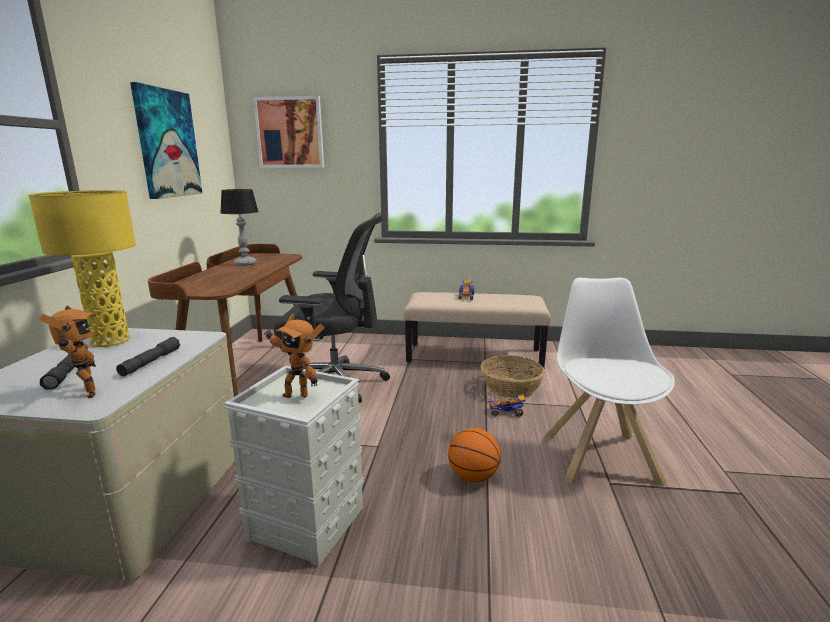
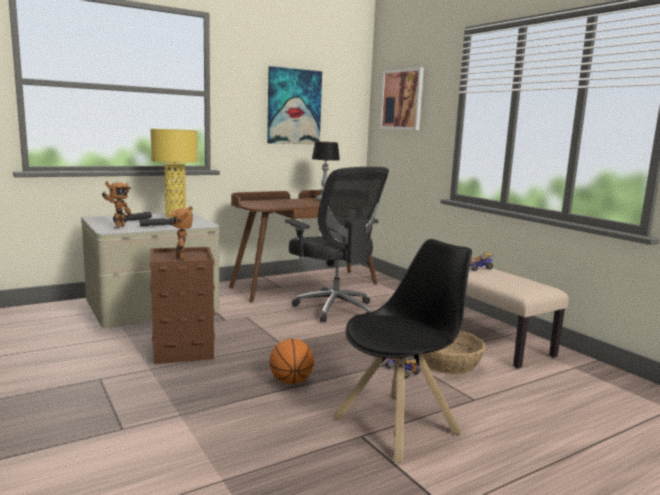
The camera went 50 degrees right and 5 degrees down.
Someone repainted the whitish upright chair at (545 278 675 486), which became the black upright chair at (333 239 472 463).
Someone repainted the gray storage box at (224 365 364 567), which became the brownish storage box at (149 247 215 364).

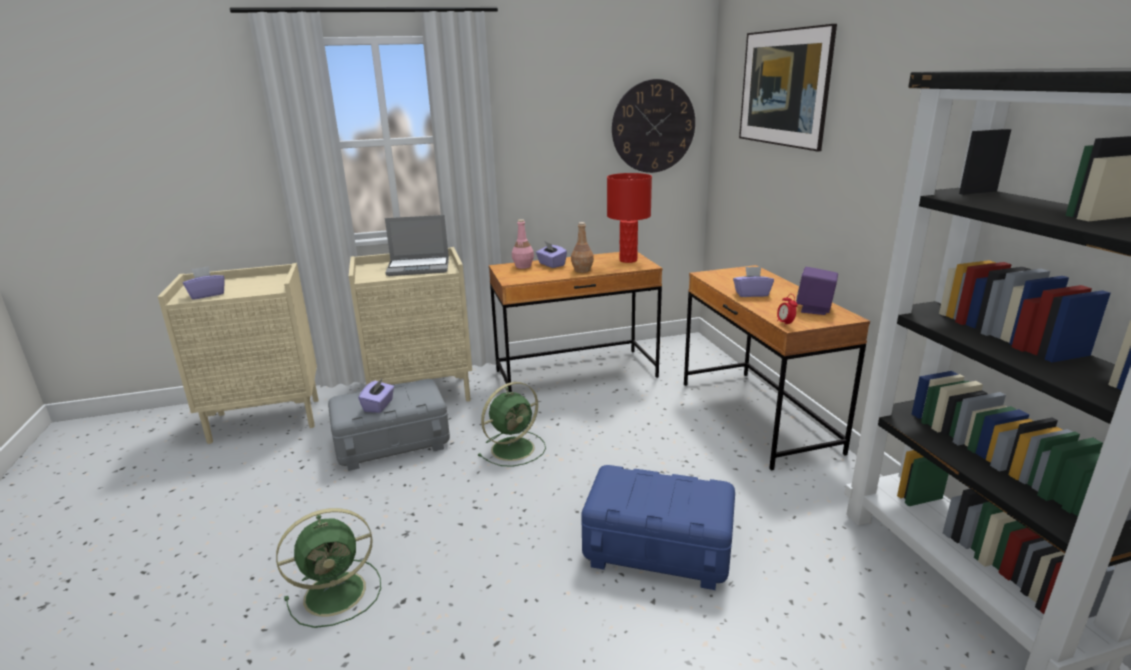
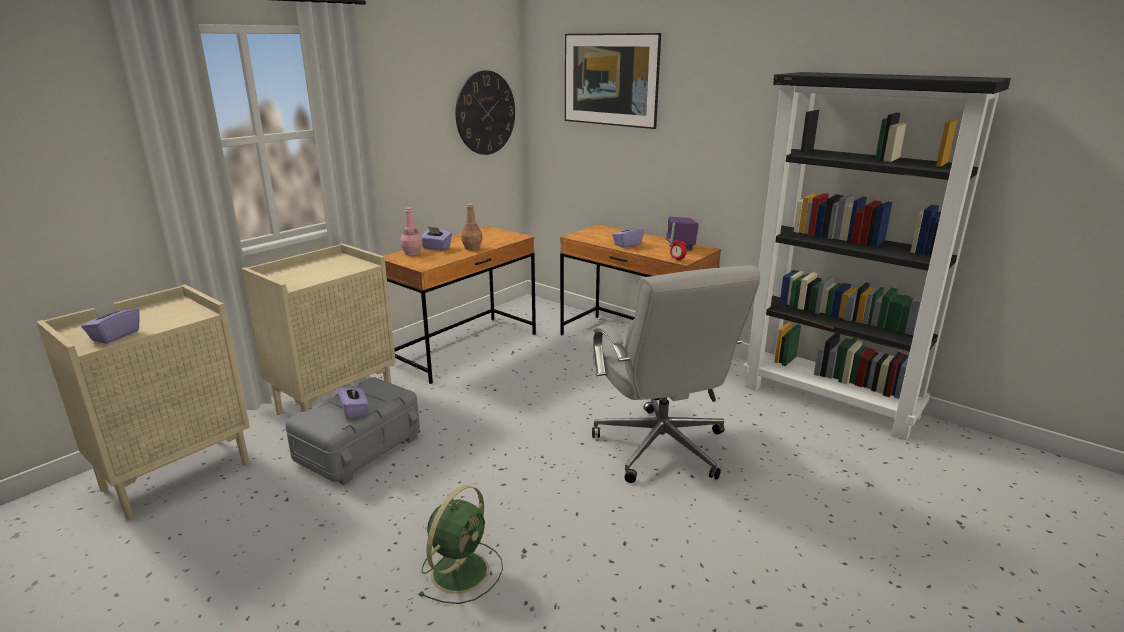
The camera went 35 degrees left and 0 degrees up.
Someone took away the reddish table lamp at (607 173 652 263).
Someone took away the notebook computer at (385 215 449 276).
Someone took away the green electric fan at (478 382 546 467).
Someone swapped the bluish storage box at (581 465 735 590) for the gray office chair at (592 265 760 483).

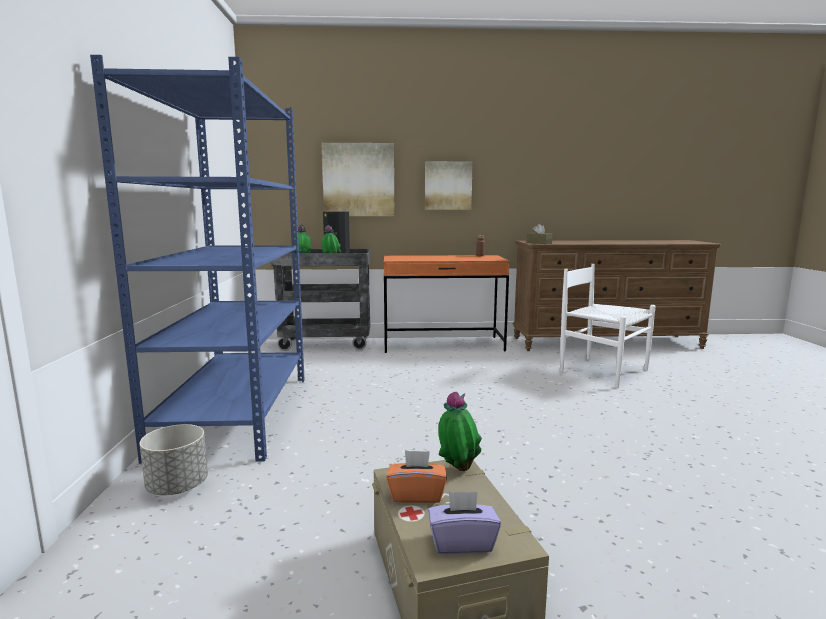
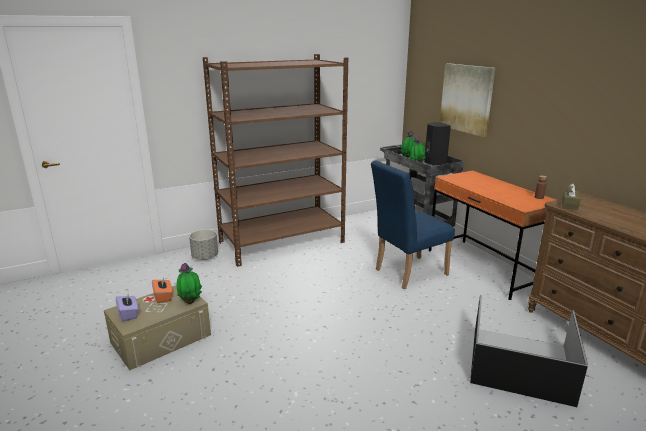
The camera went 65 degrees right and 10 degrees up.
Someone repainted the bluish bookcase at (90 55 305 464), which became the brownish bookcase at (203 54 348 267).
Someone took away the picture at (425 161 473 210).
Someone swapped the whitish upright chair at (560 264 656 388) for the black storage box at (470 295 588 407).
Someone put down the bluish upright chair at (371 160 455 289).

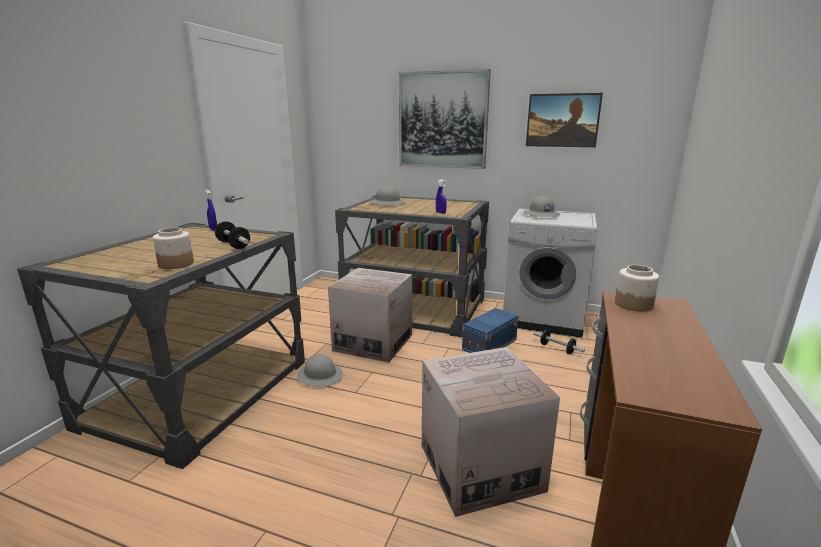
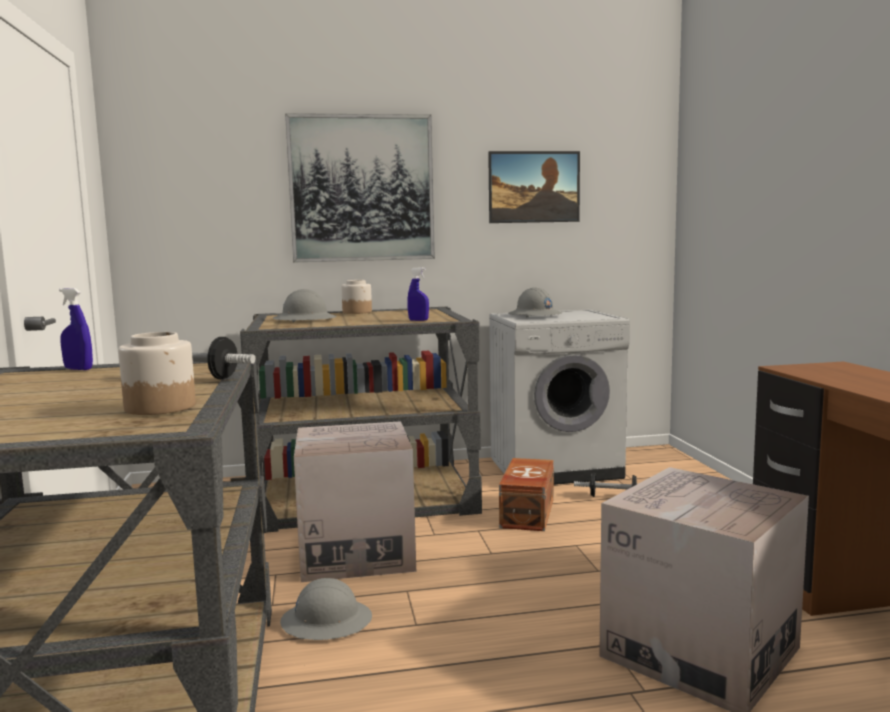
The camera went 30 degrees left and 10 degrees down.
Someone carried the storage jar from (615 265 659 312) to (341 280 372 314).
Someone repainted the bluish storage box at (462 308 519 353), which became the brownish storage box at (499 458 554 531).

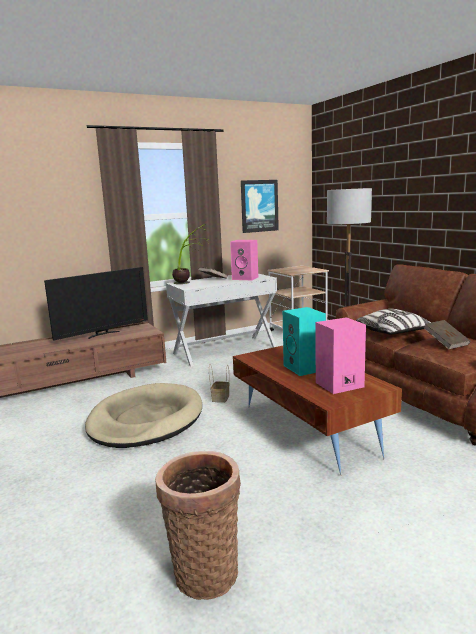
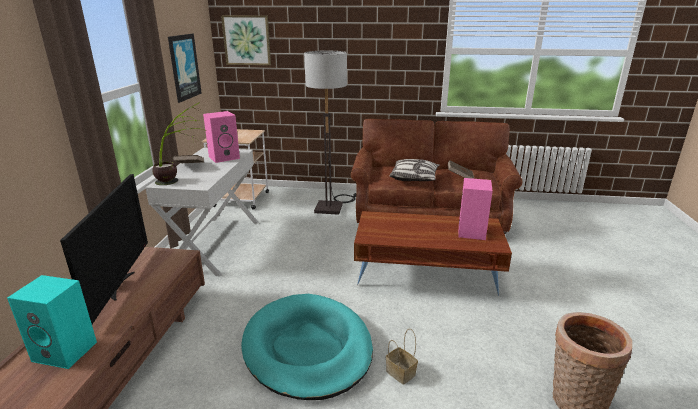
The camera went 55 degrees left and 10 degrees up.
Someone carried the turquoise-coloured loudspeaker from (283 307 326 376) to (7 275 97 369).
Someone carried the household basket from (209 364 229 403) to (386 329 418 385).
Someone repainted the sand-coloured pet bed at (85 383 202 448), which became the turquoise-coloured pet bed at (241 294 373 400).
Someone put up the picture at (221 15 271 65).

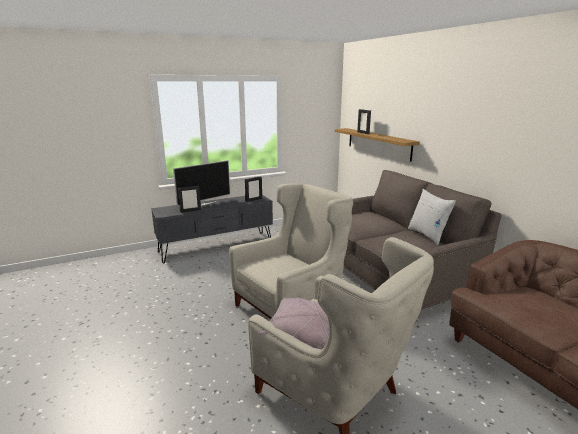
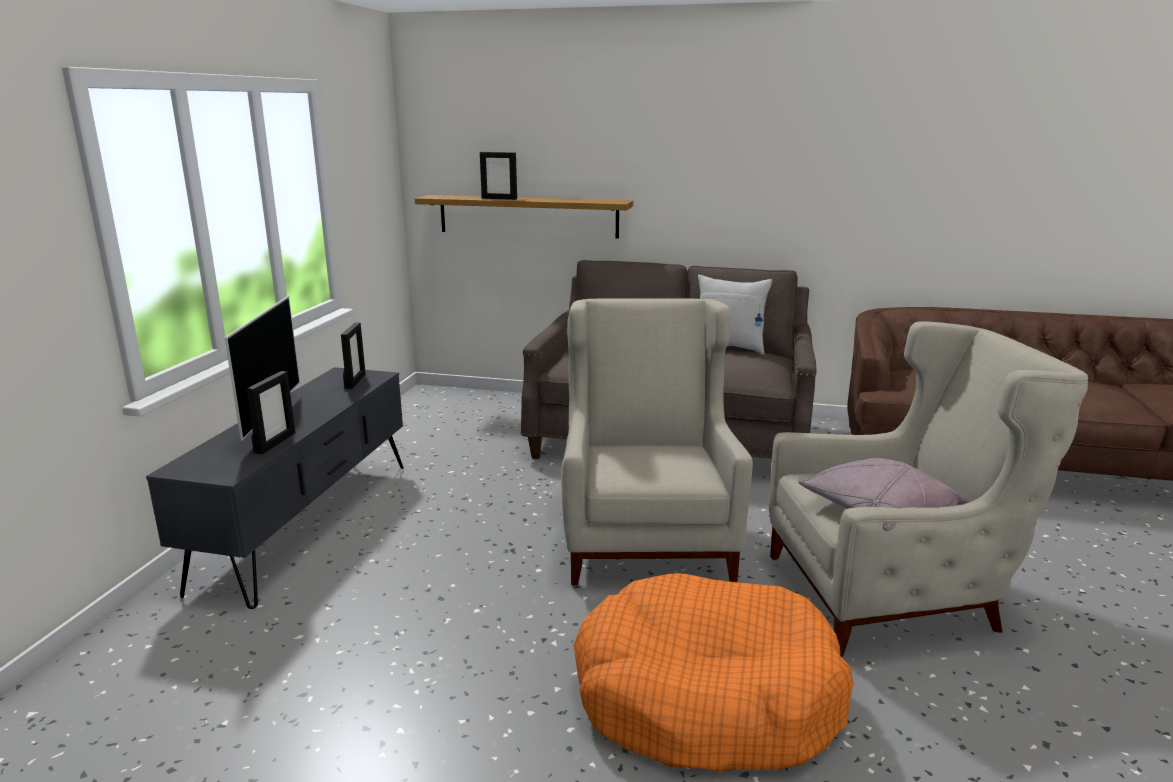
The camera went 50 degrees left and 0 degrees up.
Someone put down the orange-coloured pet bed at (574 573 853 771).

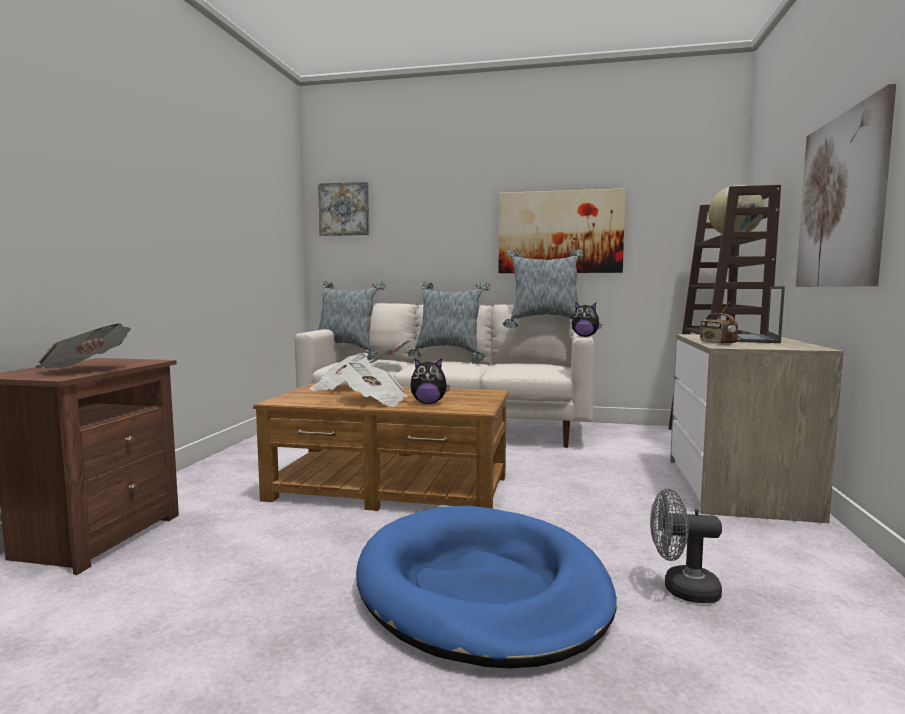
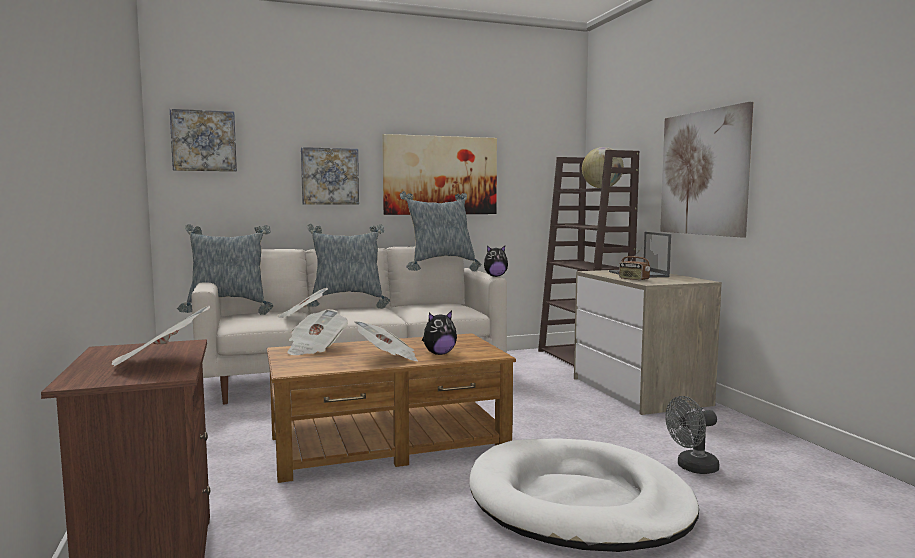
The camera went 30 degrees left and 0 degrees up.
Someone repainted the bluish pet bed at (356 506 616 668), which became the whitish pet bed at (469 438 699 552).
Someone put up the picture at (301 147 359 205).

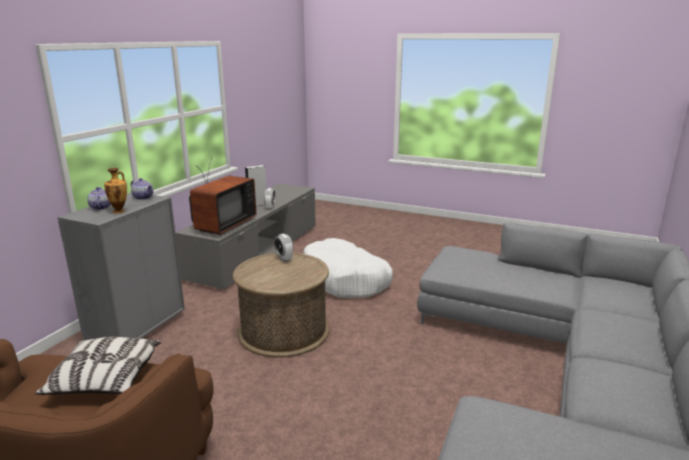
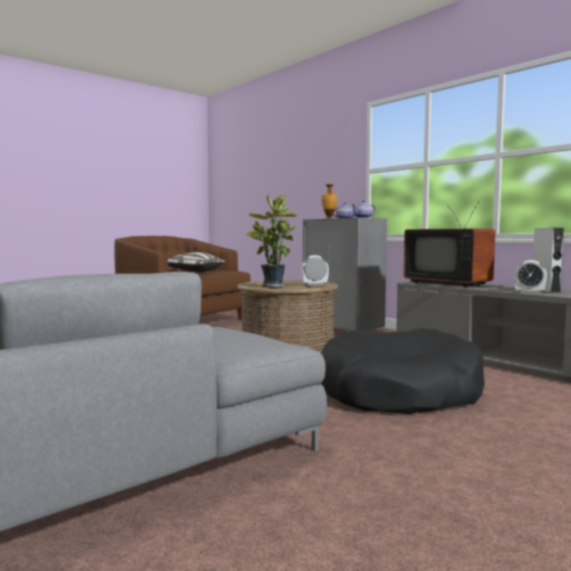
The camera went 115 degrees right and 15 degrees down.
Someone repainted the whitish pet bed at (303 238 393 298), which became the black pet bed at (321 328 485 414).
Someone put down the potted plant at (247 195 298 287).

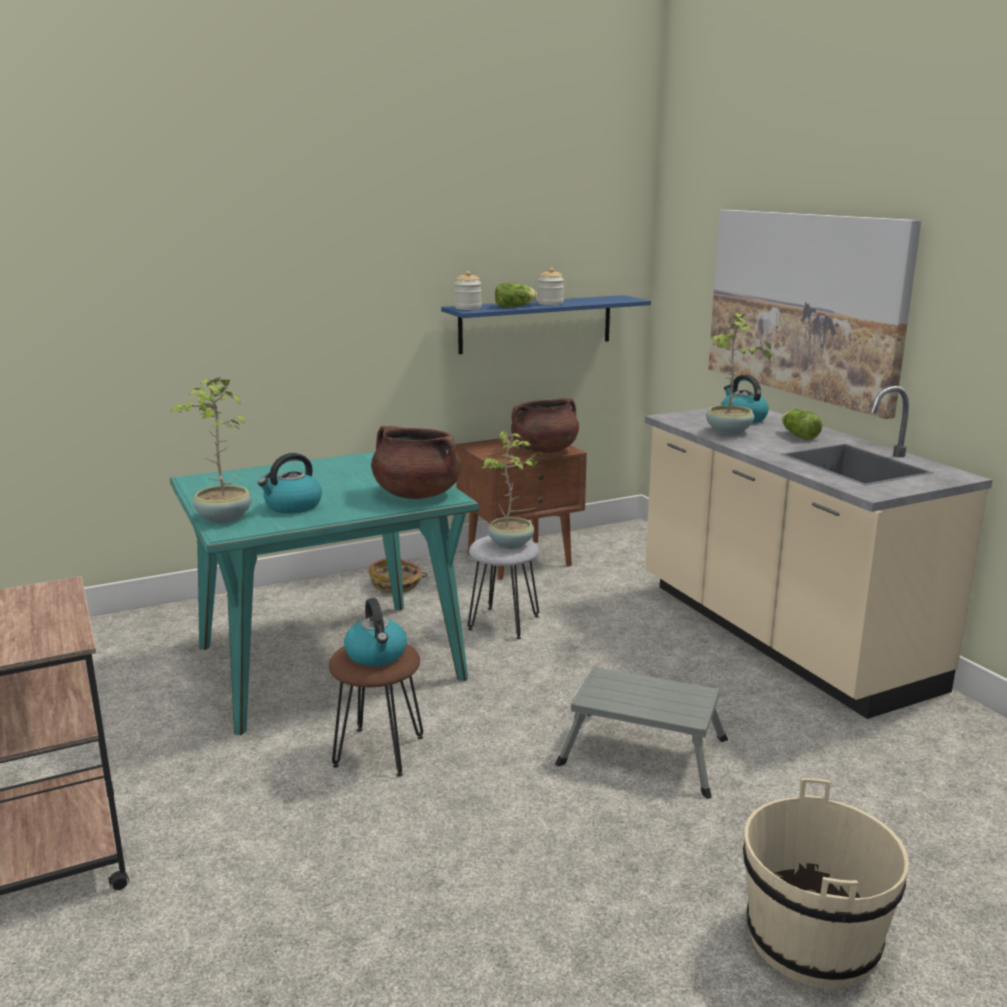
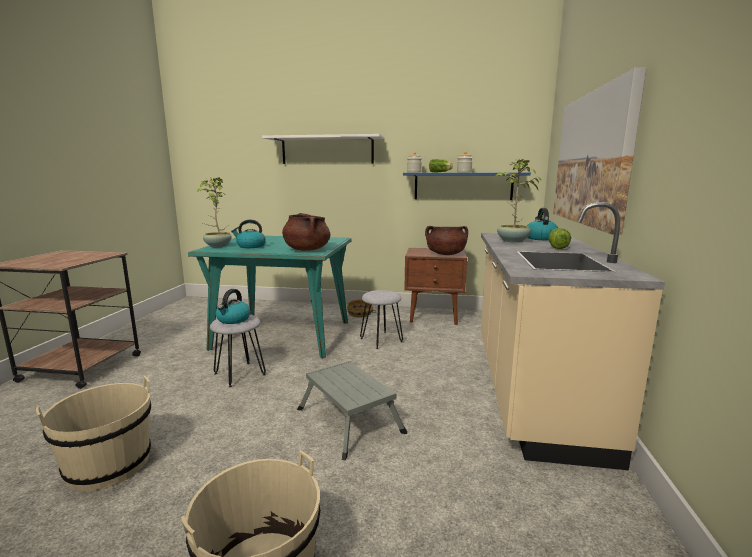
The camera went 35 degrees right and 5 degrees down.
Someone took away the potted plant at (482 431 544 549).
Someone repainted the brownish stool at (329 644 423 777), which became the gray stool at (210 314 266 387).
Someone put up the whitish bracket shelf at (262 134 383 164).
Someone put down the sand-coloured water bucket at (36 376 151 491).

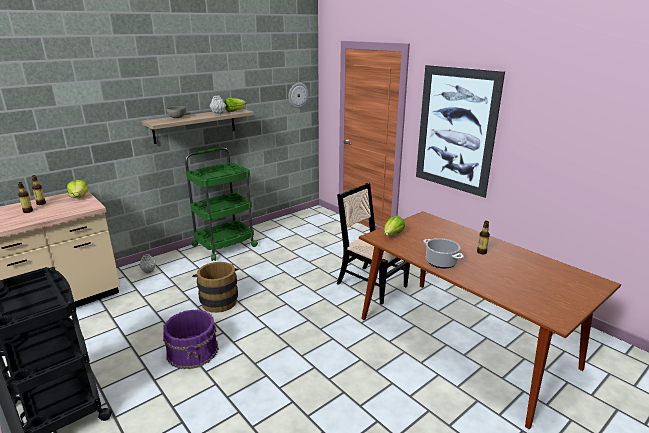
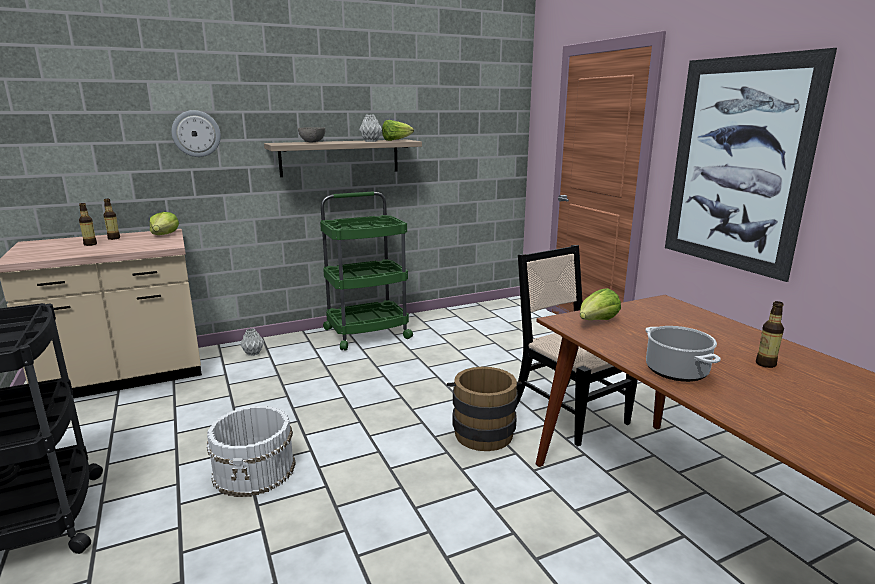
The camera went 15 degrees right and 5 degrees down.
Someone carried the clock on the wall from (288 83 308 108) to (171 110 221 157).
Someone carried the brownish water bucket from (192 262 239 313) to (447 367 522 451).
Someone repainted the purple water bucket at (163 309 219 369), which became the whitish water bucket at (207 406 296 497).

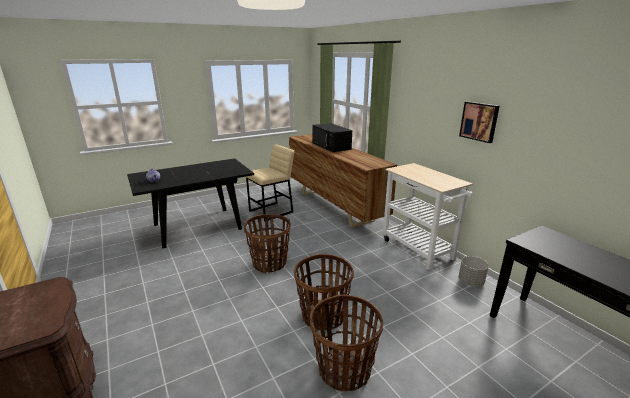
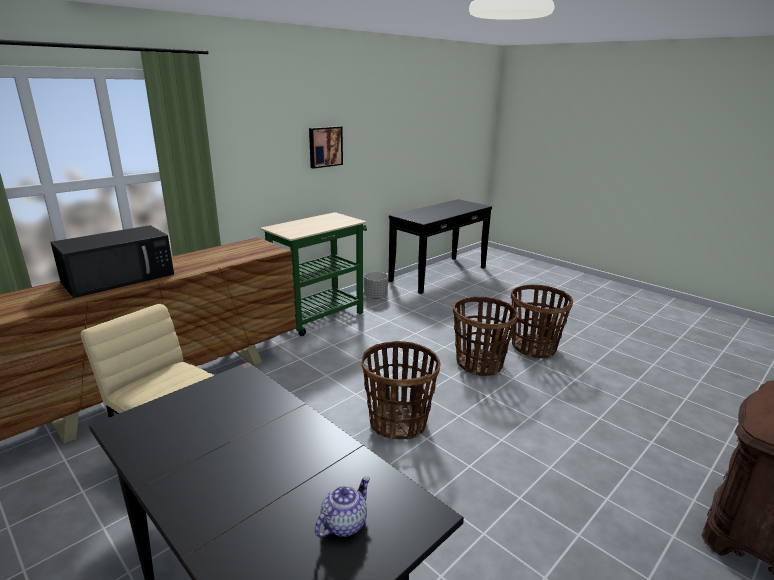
The camera went 105 degrees left and 0 degrees up.
Someone repainted the whitish wheeled cart at (383 163 473 270), which became the green wheeled cart at (261 212 367 336).

